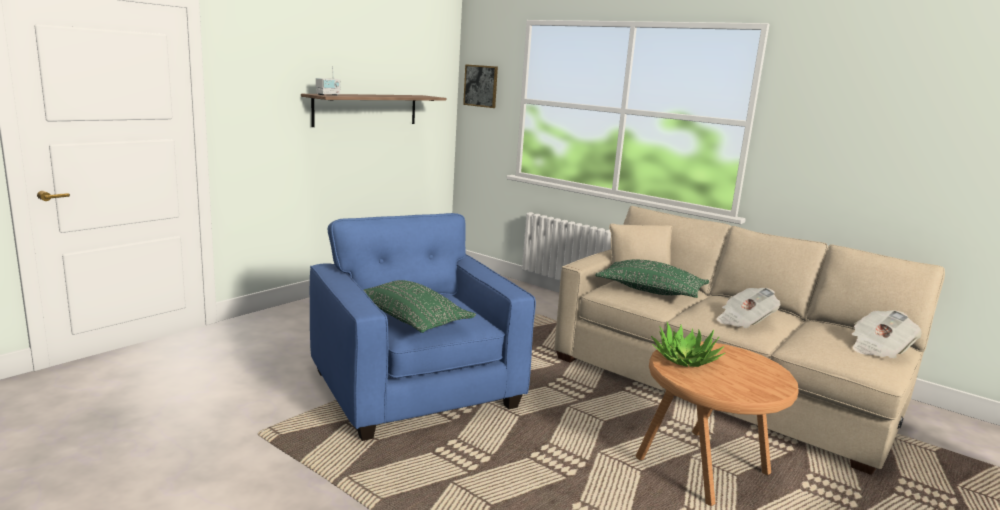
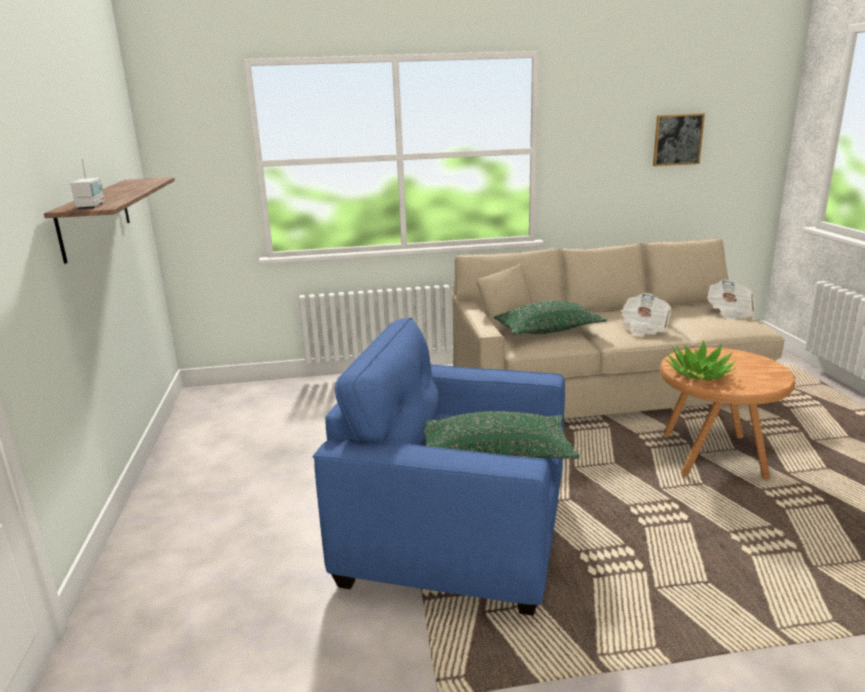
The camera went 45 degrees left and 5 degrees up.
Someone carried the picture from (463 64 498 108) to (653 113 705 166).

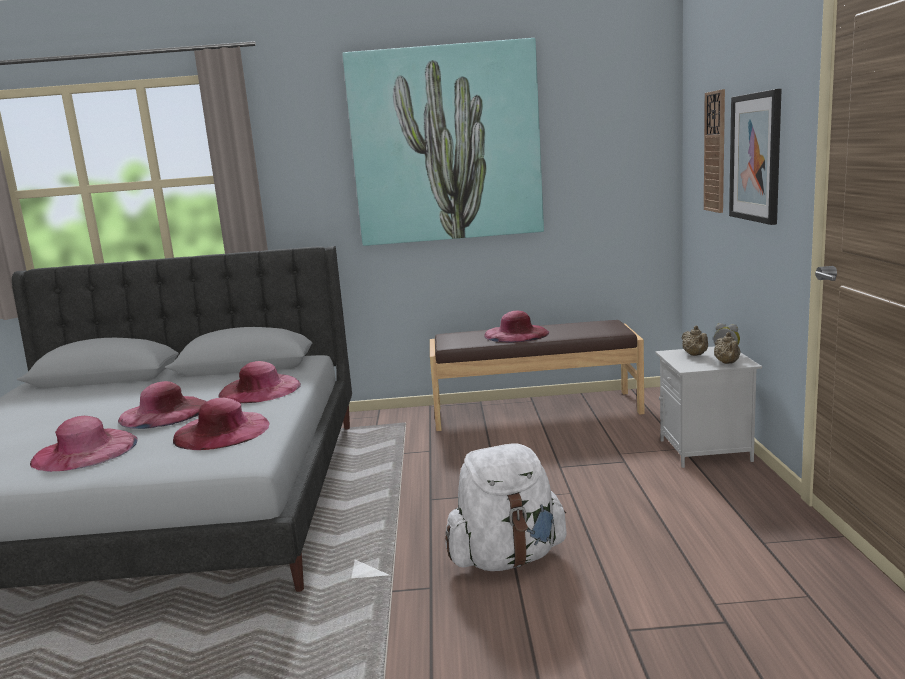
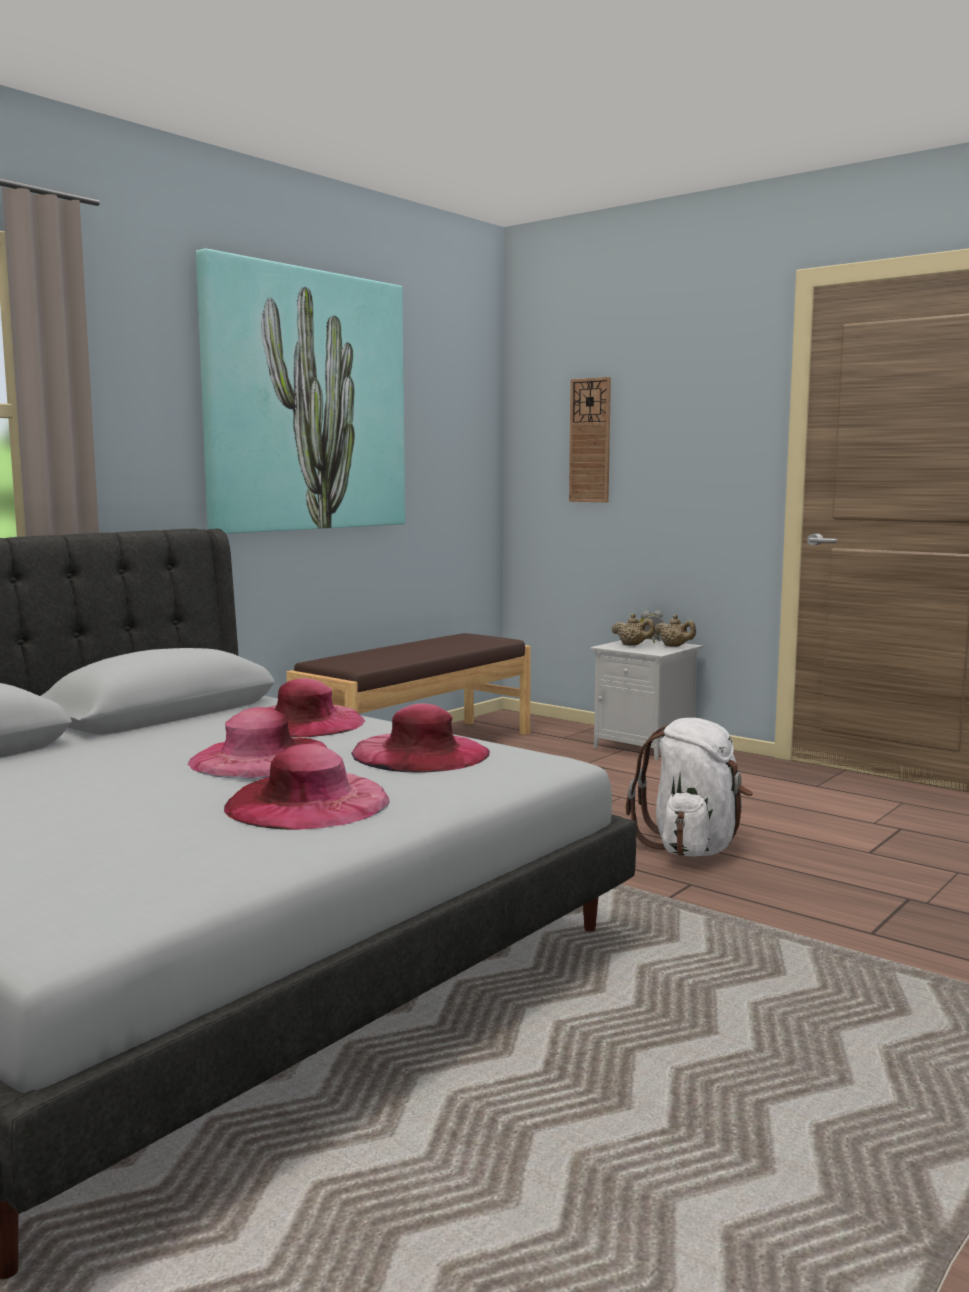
The camera went 50 degrees left and 5 degrees down.
Someone took away the picture at (729 89 782 225).
Someone took away the pink-coloured hat at (484 311 549 343).

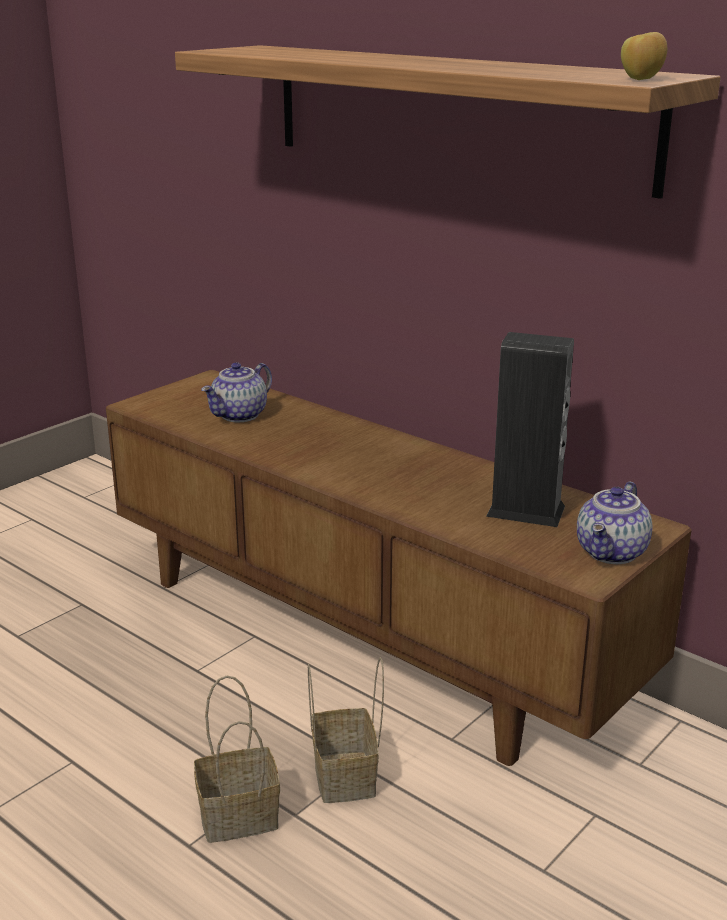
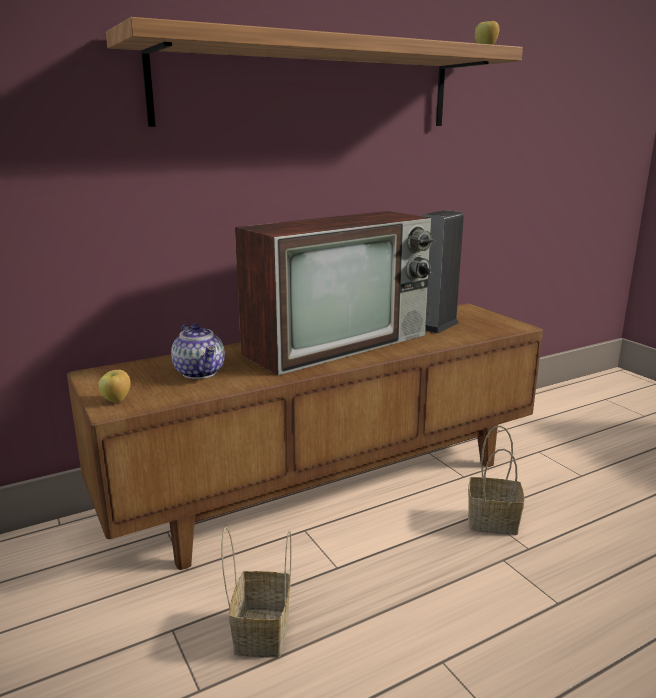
The camera went 70 degrees left and 5 degrees down.
Someone took away the teapot at (577 481 653 564).
Someone carried the household basket from (194 676 280 843) to (221 526 292 658).
Someone put down the television at (235 211 435 376).
Someone put down the apple fruit at (99 370 130 403).

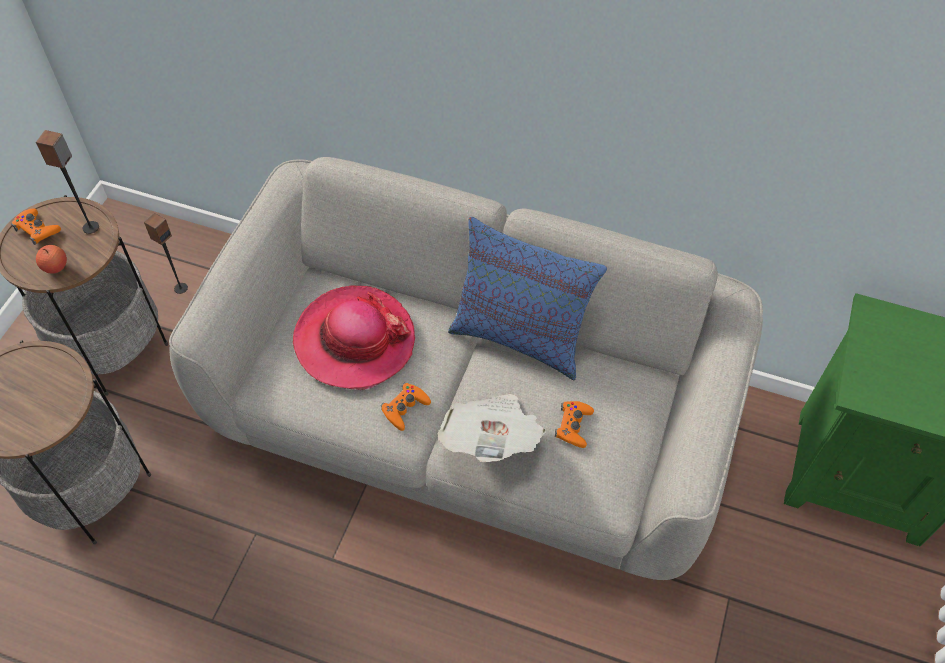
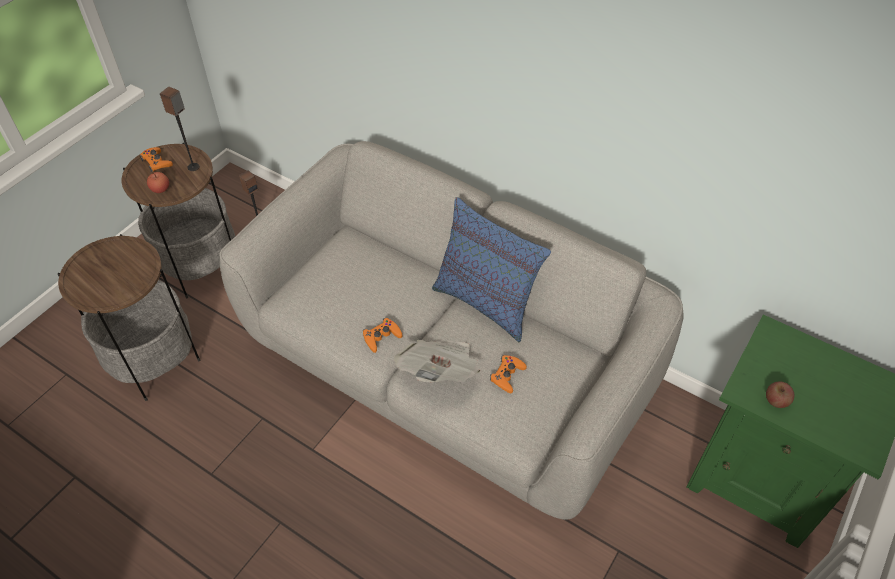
The camera went 15 degrees right and 5 degrees down.
Someone took away the hat at (293 285 415 390).
Someone put down the apple fruit at (766 382 795 408).

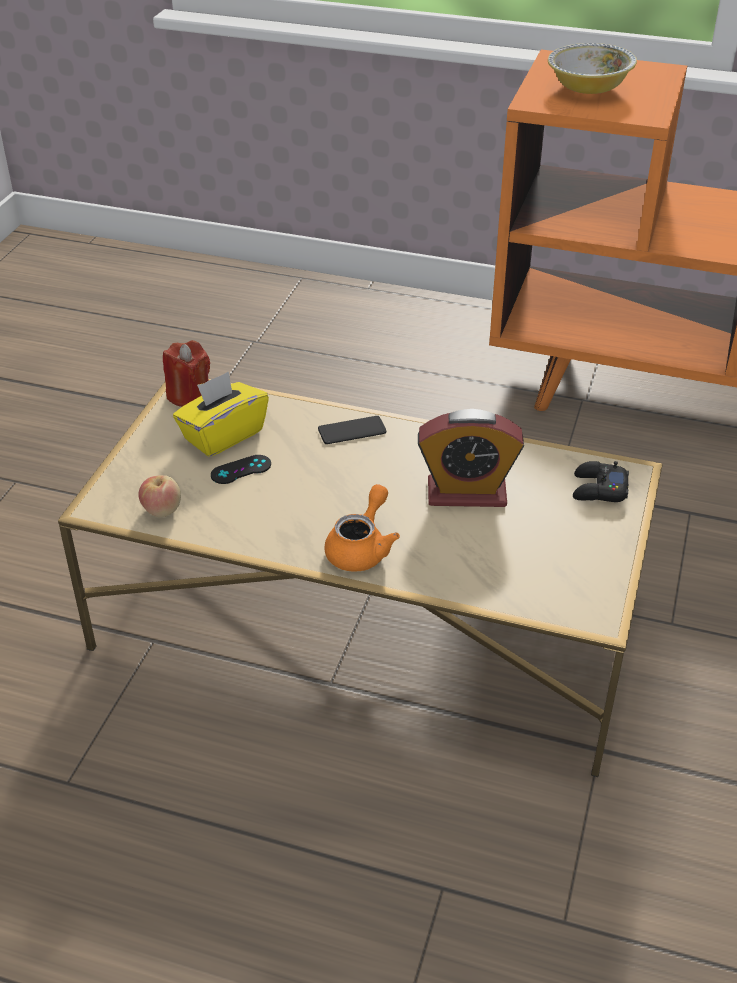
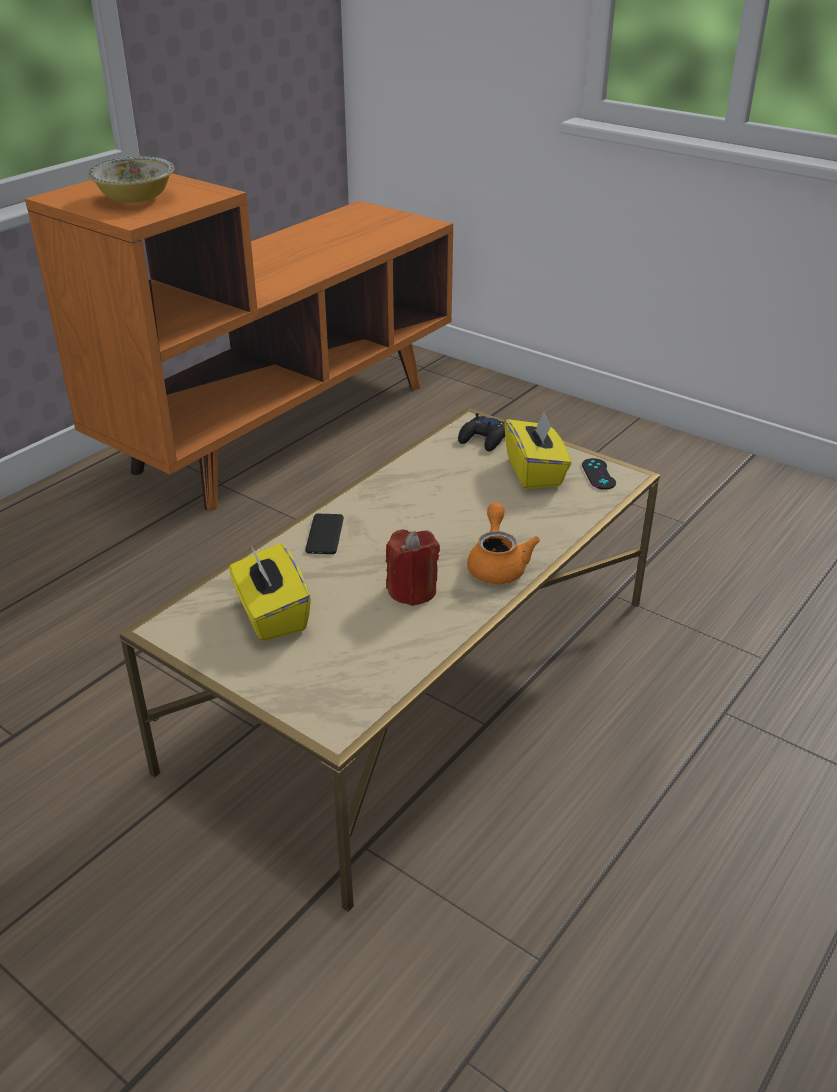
The camera went 70 degrees left and 5 degrees down.
Someone carried the reddish wax candle from (163 340 210 407) to (386 529 440 606).
Someone took away the table clock at (418 409 524 507).
Someone carried the black joypad from (211 455 271 484) to (582 458 616 490).
Someone took away the apple fruit at (138 475 181 517).
Someone rotated the orange-coloured teapot at (324 484 400 572) by 45 degrees clockwise.
Someone put down the yellow-coloured tissue box at (504 411 571 489).

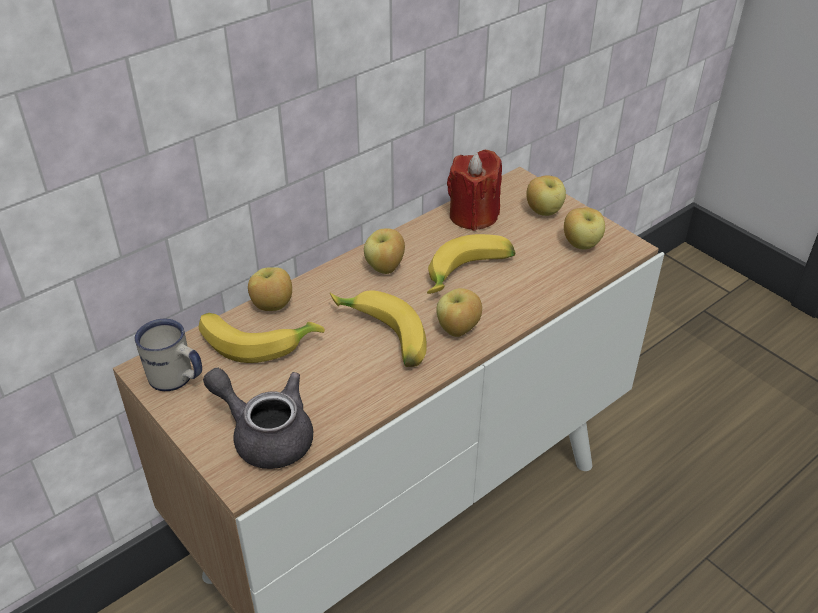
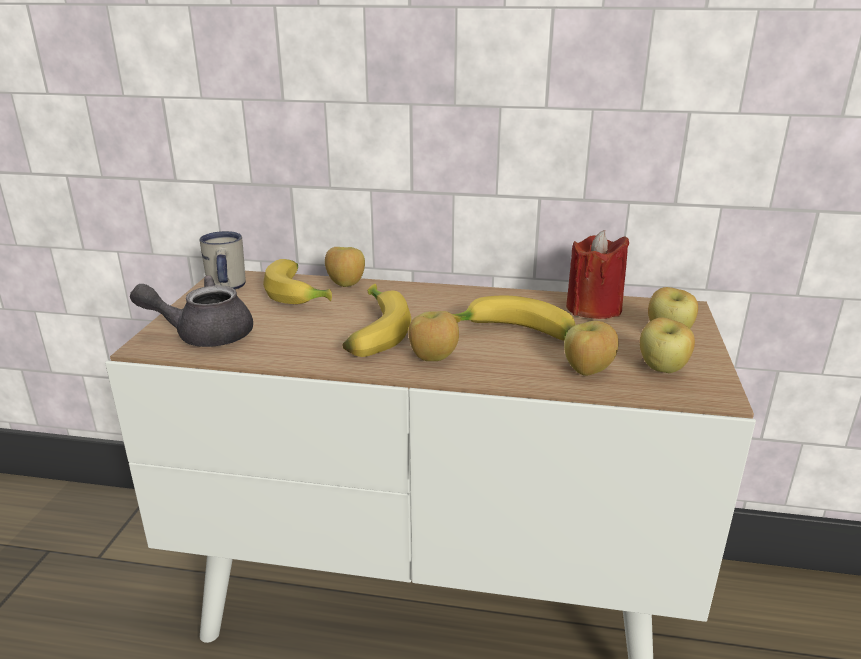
The camera went 50 degrees right and 15 degrees down.
Someone carried the apple fruit from (364 228 405 274) to (564 321 618 376).
Someone rotated the gray teapot at (203 368 313 469) by 90 degrees counterclockwise.

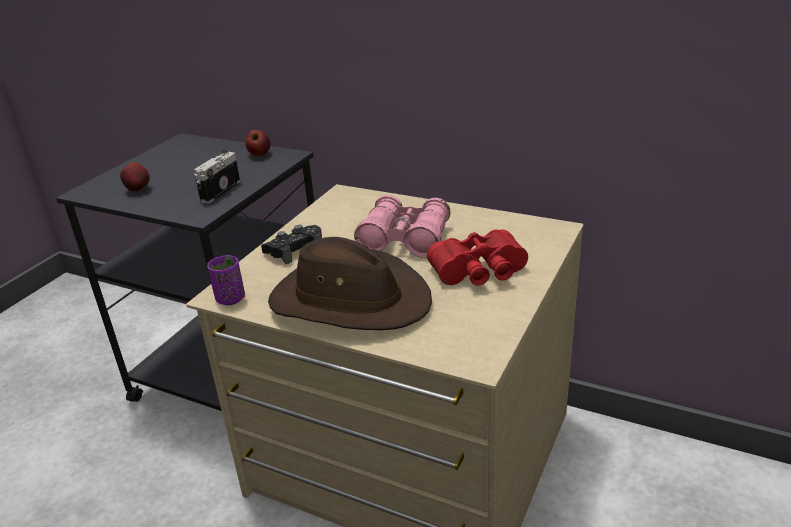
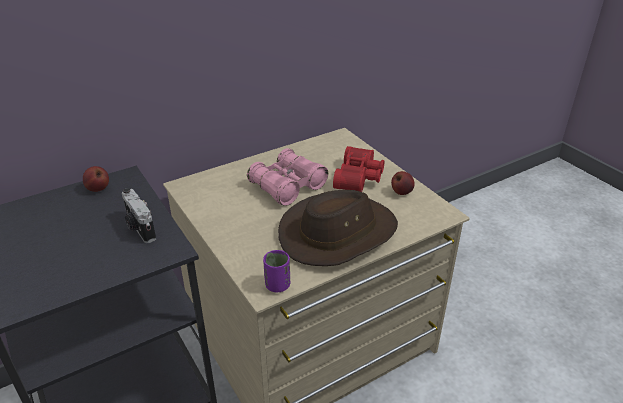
The camera went 60 degrees left and 5 degrees up.
Someone carried the apple fruit from (120 162 150 192) to (391 171 415 195).
Someone took away the black joypad at (261 225 322 265).

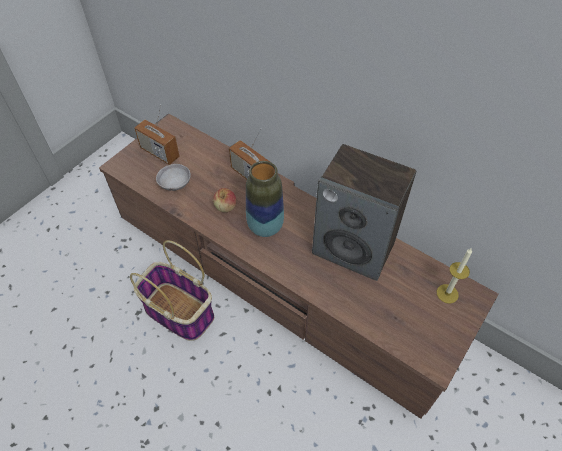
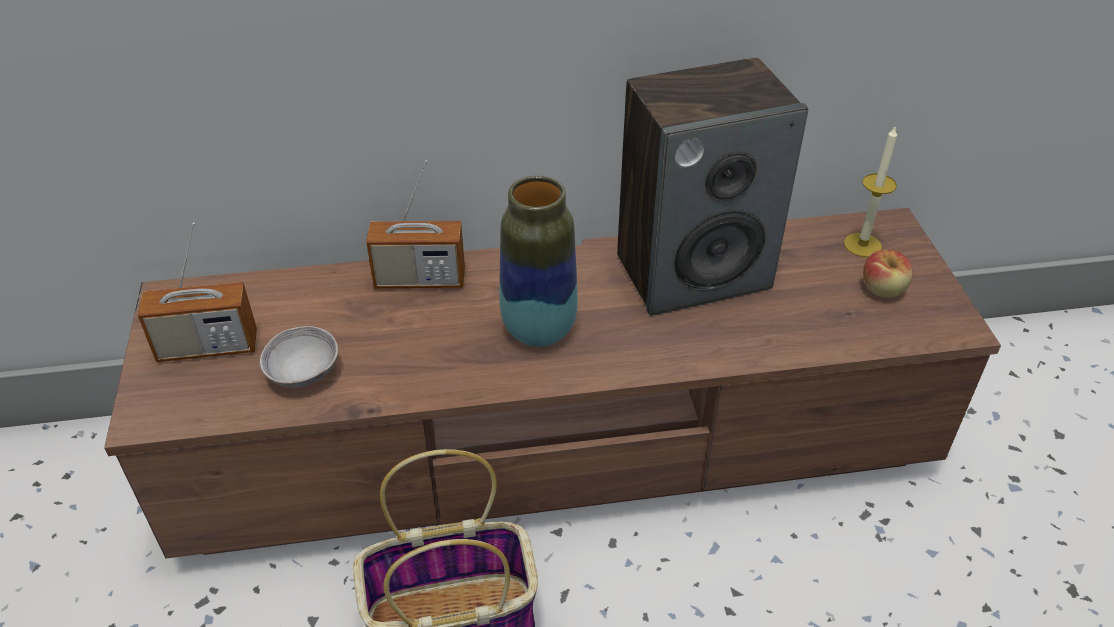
The camera went 45 degrees left and 10 degrees down.
Someone carried the apple fruit from (213 188 237 212) to (863 250 913 298).

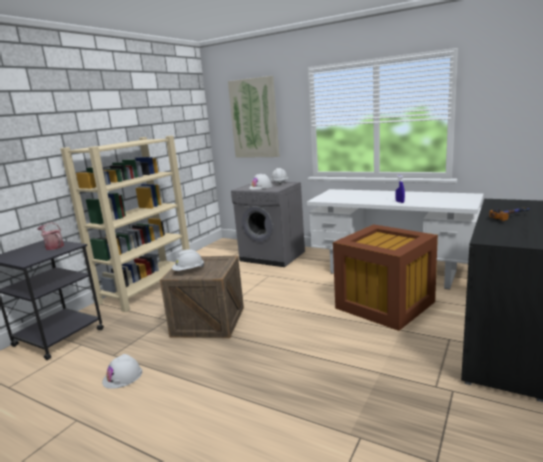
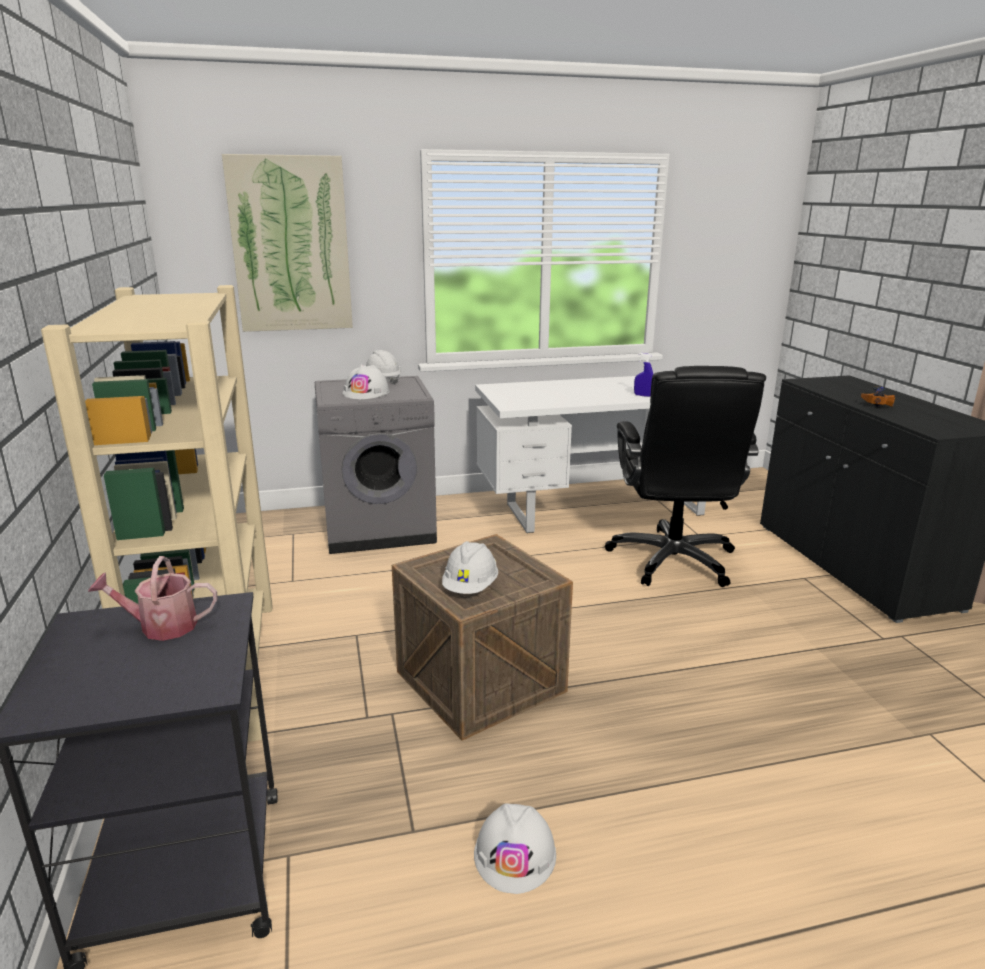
The camera went 45 degrees left and 5 degrees up.
Someone swapped the brownish storage box at (333 224 438 331) for the black office chair at (605 366 766 587).

